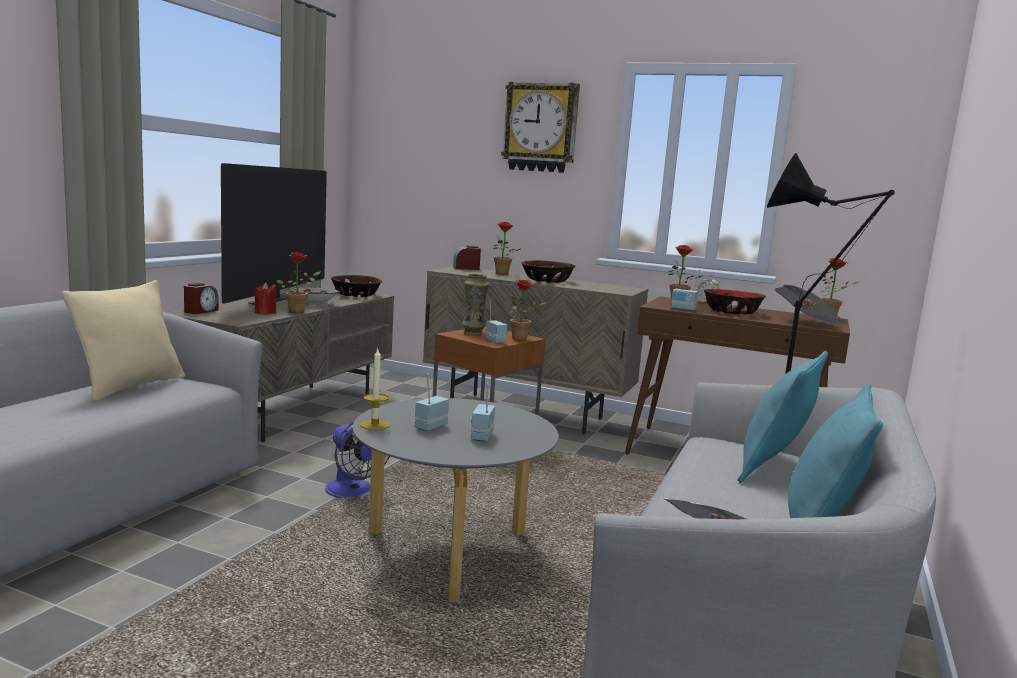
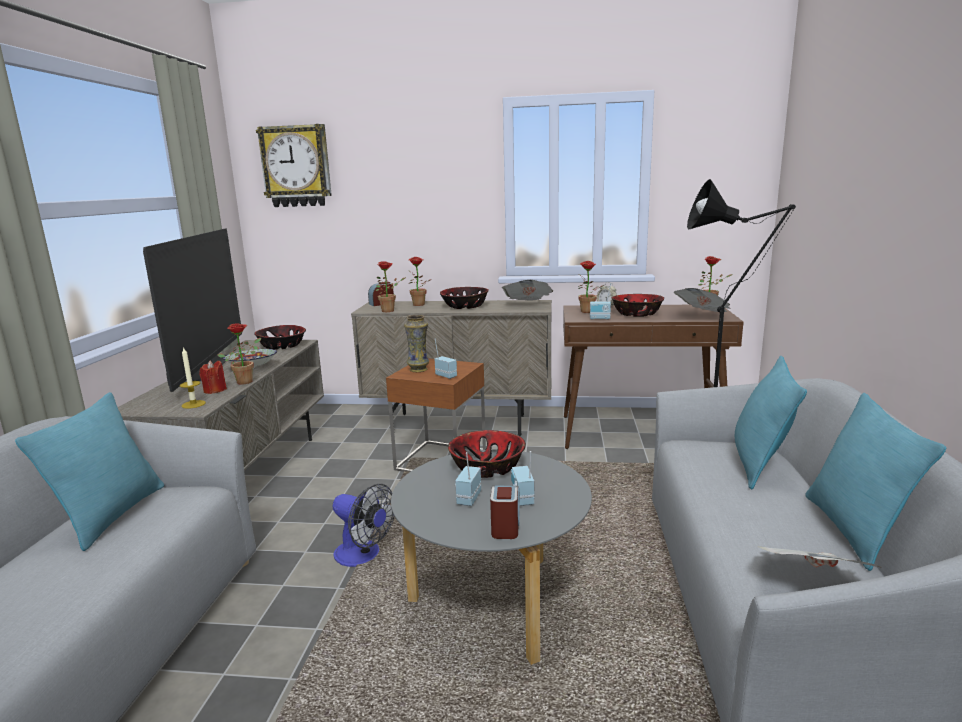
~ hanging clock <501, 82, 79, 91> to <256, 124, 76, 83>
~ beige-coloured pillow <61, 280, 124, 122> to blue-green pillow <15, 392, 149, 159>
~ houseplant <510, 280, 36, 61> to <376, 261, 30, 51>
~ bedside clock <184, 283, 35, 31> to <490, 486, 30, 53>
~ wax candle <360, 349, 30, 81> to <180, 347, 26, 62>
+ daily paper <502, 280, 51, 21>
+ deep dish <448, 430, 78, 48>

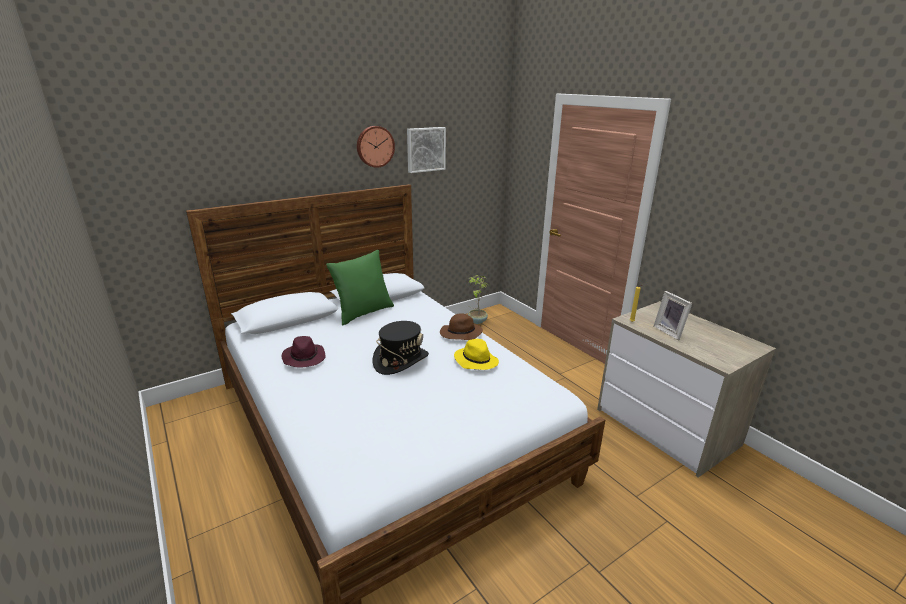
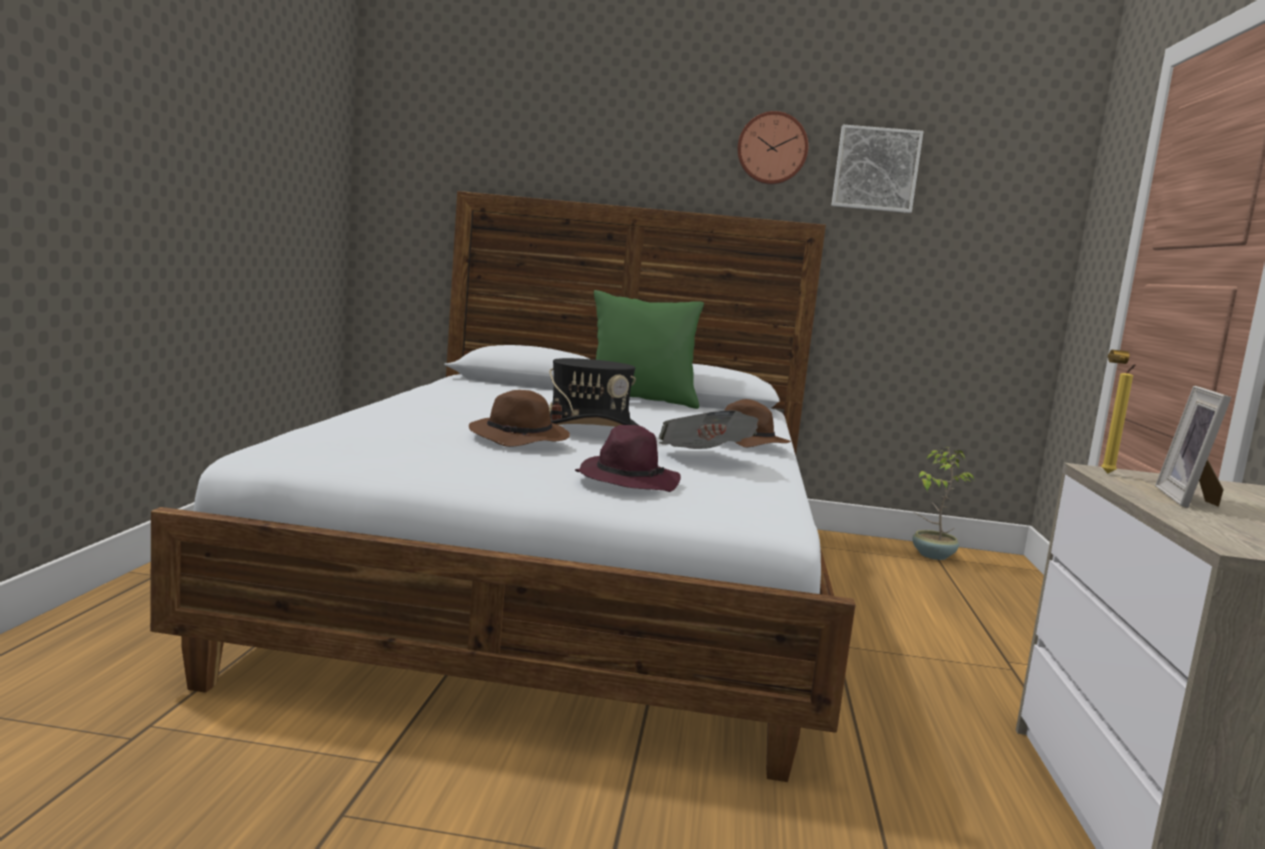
~ purplish hat <281, 336, 45, 31> to <575, 425, 106, 67>
~ yellow-coloured hat <454, 339, 45, 31> to daily paper <659, 410, 99, 39>
+ brownish hat <469, 390, 101, 57>

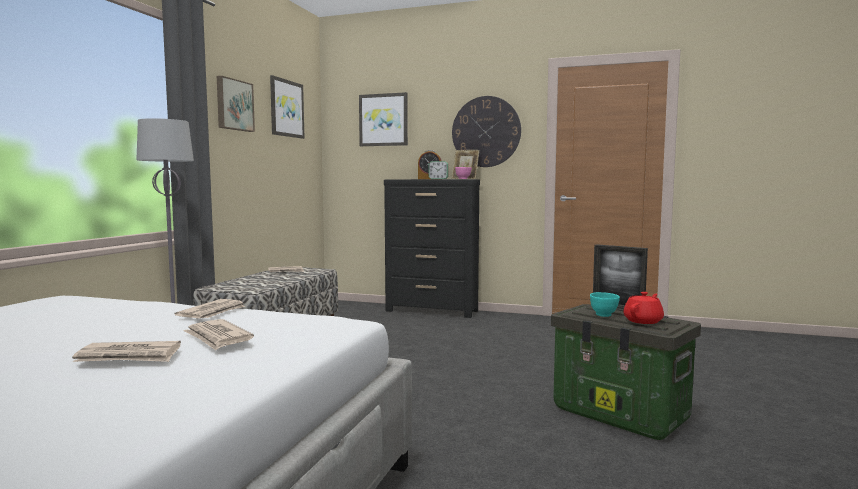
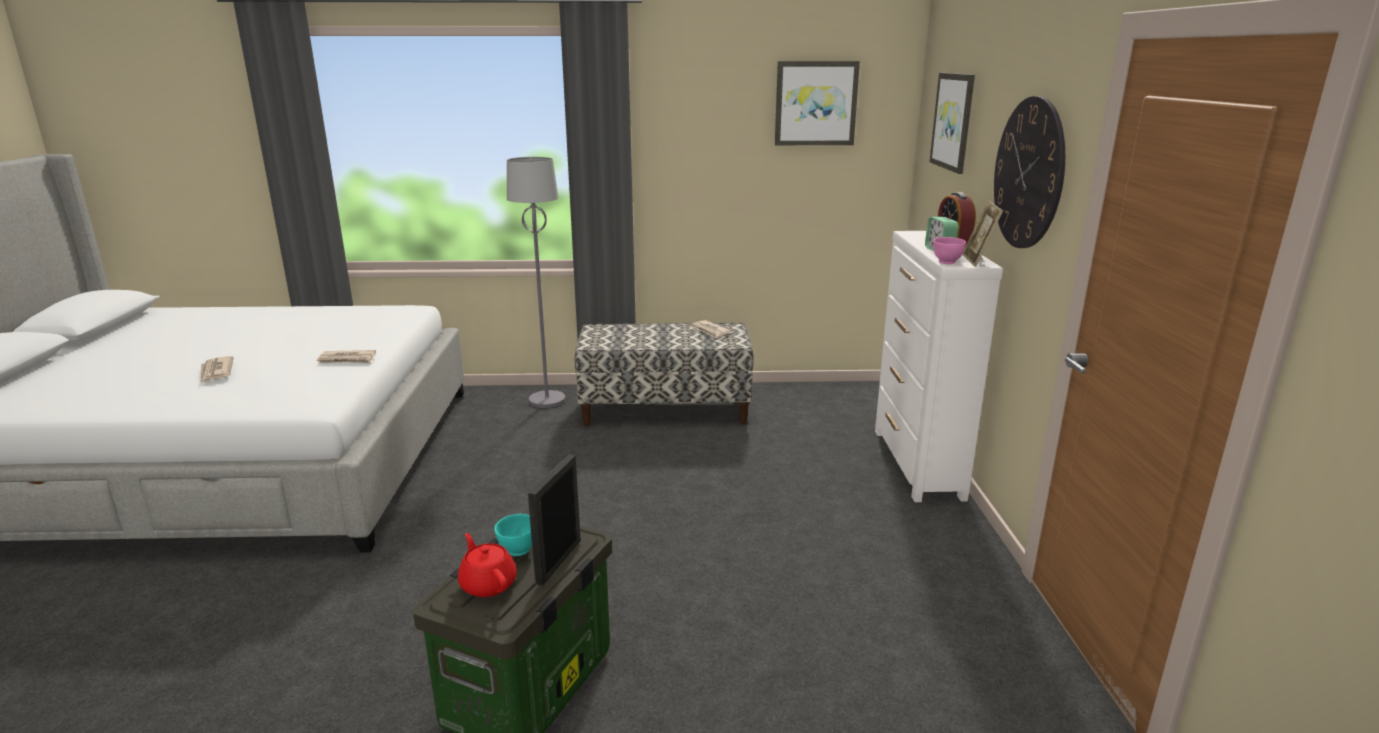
- wall art <217, 76, 38, 56>
~ black-coloured dresser <384, 179, 96, 139> to whitish dresser <875, 231, 128, 271>
~ reddish teapot <623, 292, 41, 32> = <458, 533, 59, 64> 150 degrees counterclockwise
- daily paper <183, 319, 71, 31>

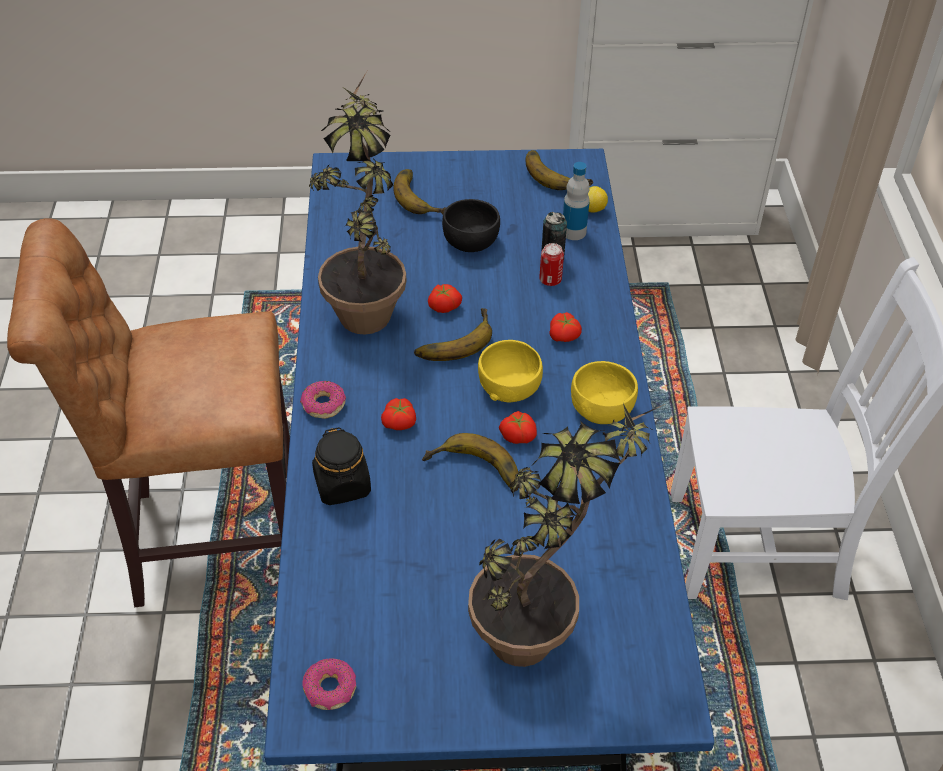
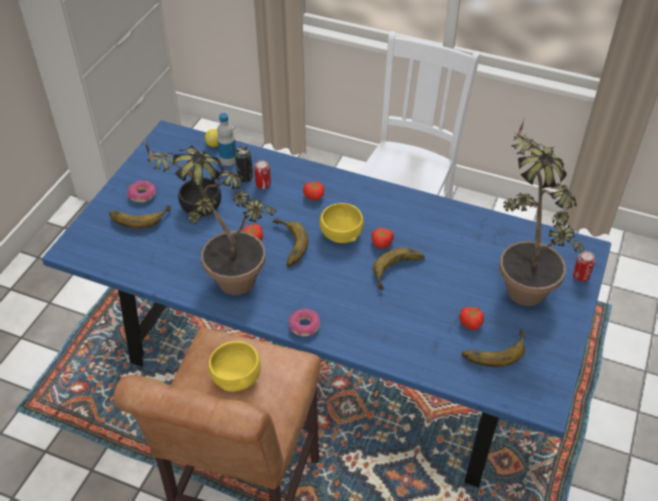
~ banana fruit <526, 150, 67, 40> to <462, 329, 63, 38>
~ yellow-coloured deep dish <571, 361, 67, 63> to <208, 341, 53, 51>
~ whole tomato <381, 398, 35, 32> to <459, 307, 25, 23>
- black-coloured preserve jar <312, 427, 59, 78>
~ doughnut <303, 659, 53, 51> to <128, 181, 28, 22>
+ metal can <573, 251, 22, 31>

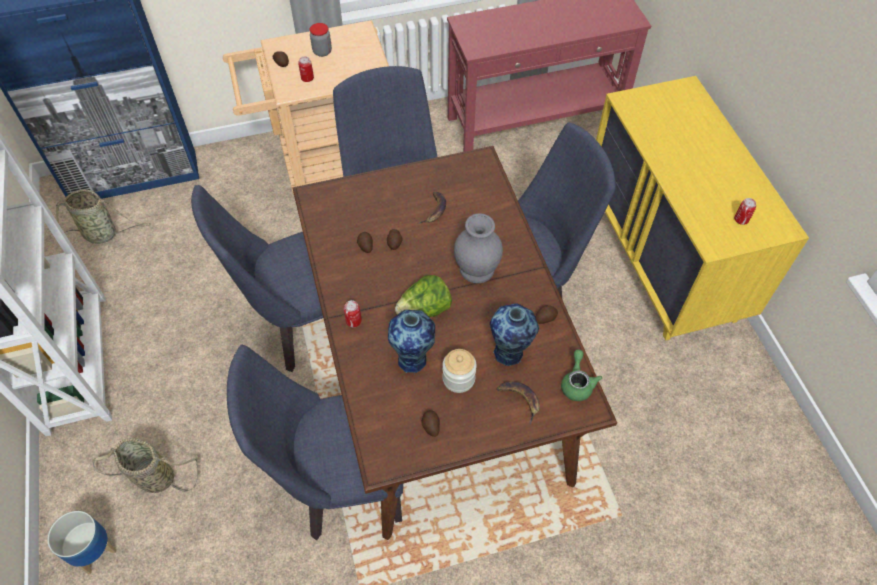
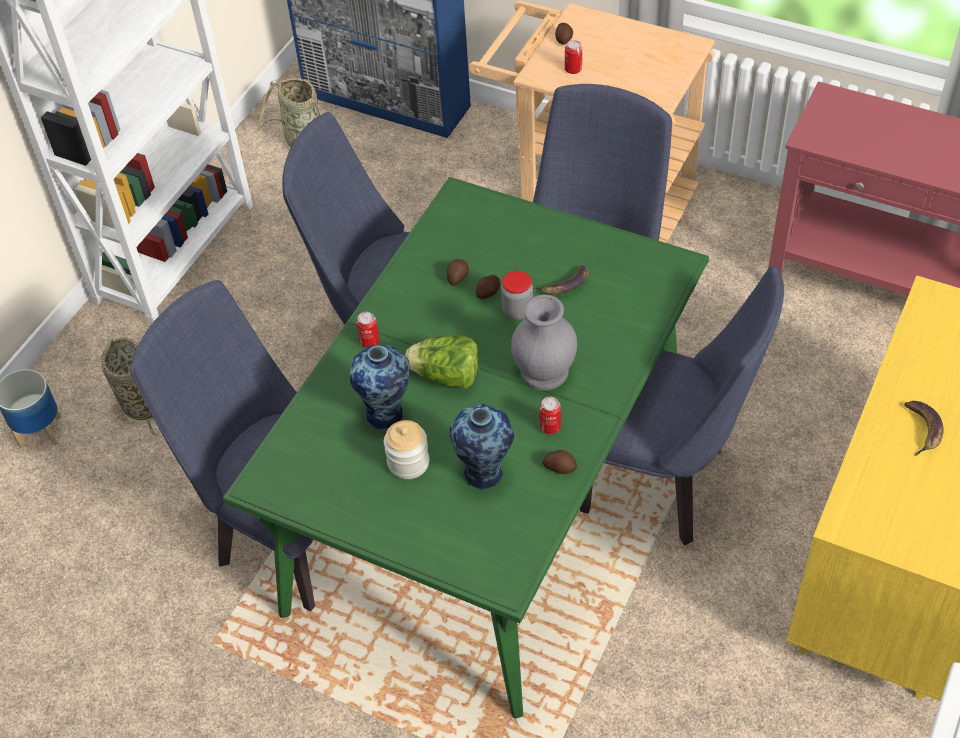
~ preserve jar <310, 23, 22, 34> to <501, 271, 32, 49>
~ brownish dinner table <292, 146, 325, 394> to green dinner table <222, 177, 487, 542>
~ metal can <734, 198, 22, 27> to <539, 397, 22, 37>
- green teapot <561, 349, 41, 52>
~ banana fruit <496, 381, 44, 43> to <904, 401, 40, 55>
- potato <421, 410, 19, 27>

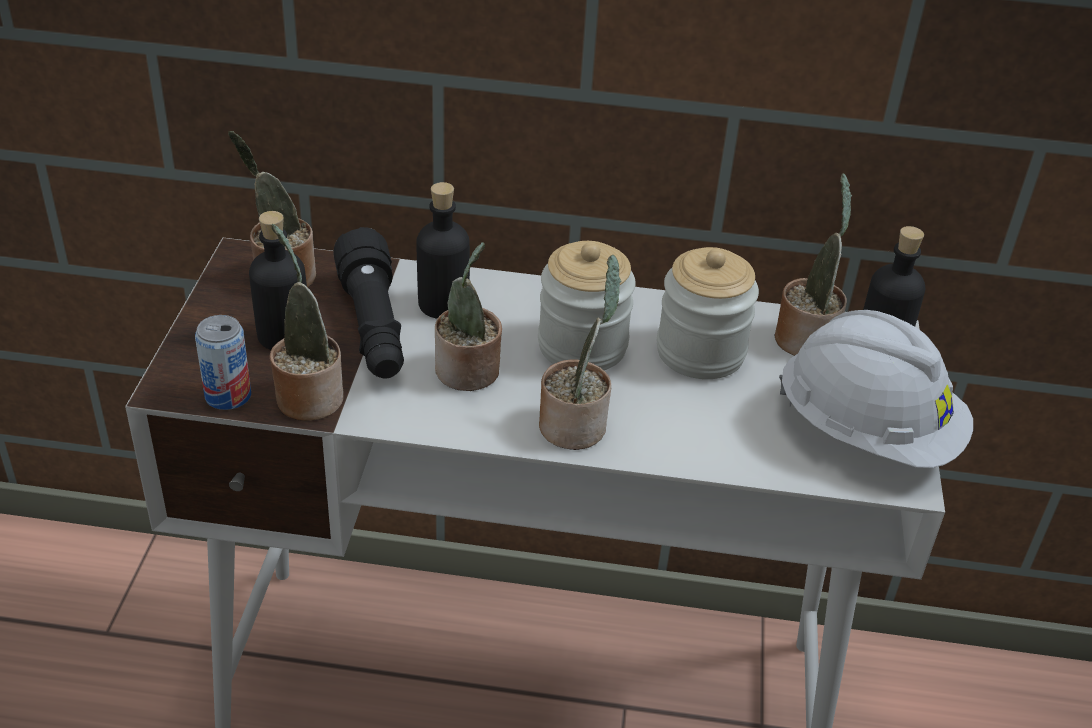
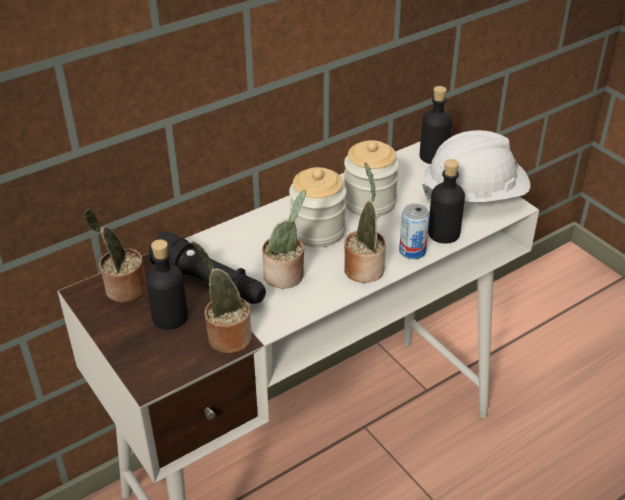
- houseplant <775, 173, 77, 183>
~ black-coloured bottle <417, 182, 53, 137> to <428, 159, 37, 85>
~ metal can <195, 315, 56, 95> to <399, 204, 31, 55>

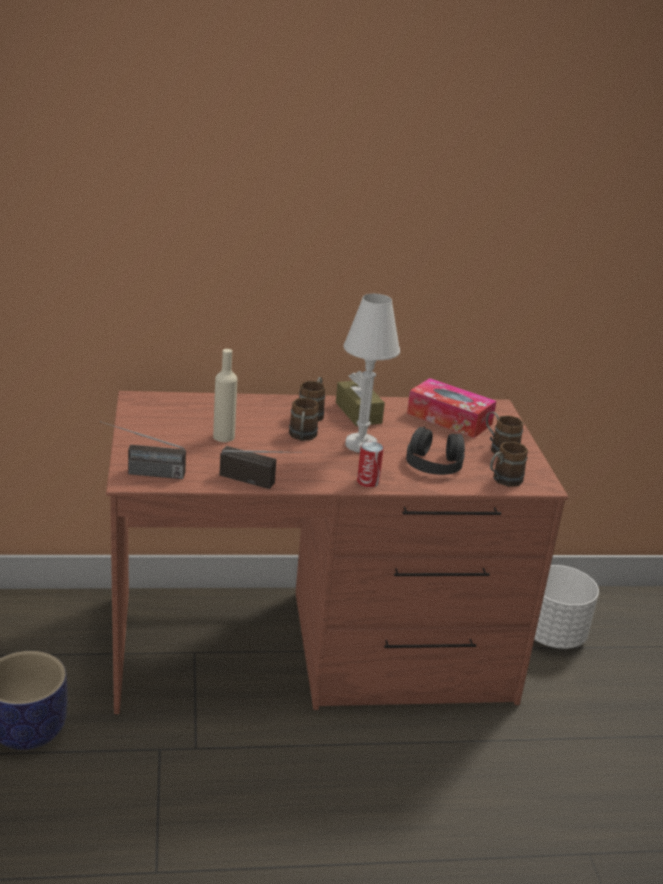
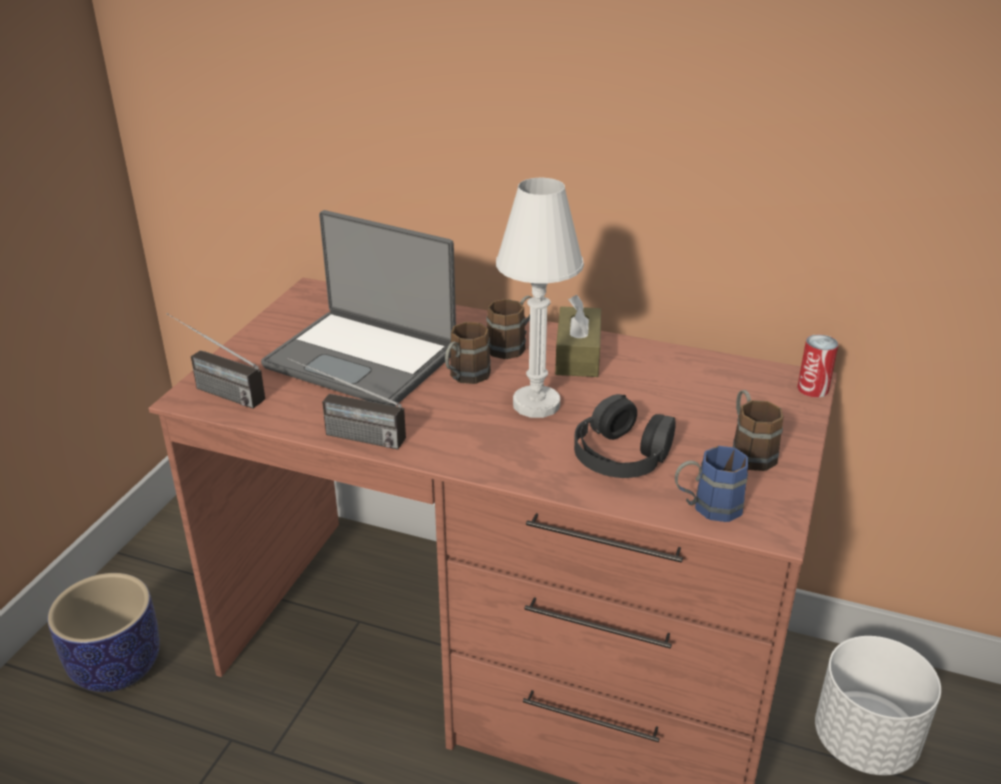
~ beige-coloured bottle <213, 349, 24, 93> to portable computer <261, 210, 195, 196>
- tissue box <407, 378, 89, 60>
~ metal can <357, 441, 27, 46> to <797, 334, 42, 63>
~ brownish coffee mug <490, 442, 38, 45> to bluish coffee mug <675, 446, 73, 76>
~ radio receiver <220, 446, 82, 43> = <288, 358, 118, 92> 150 degrees clockwise

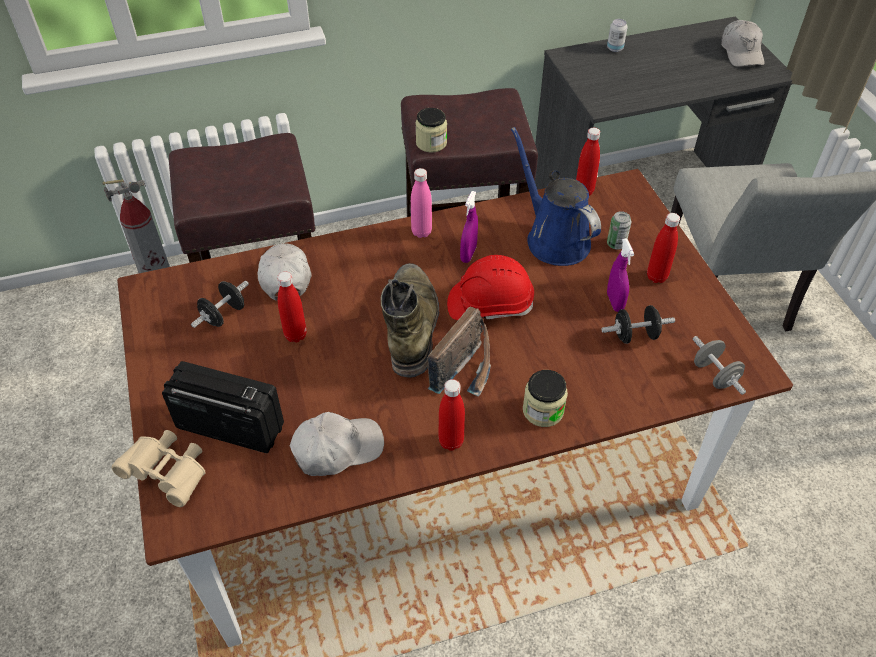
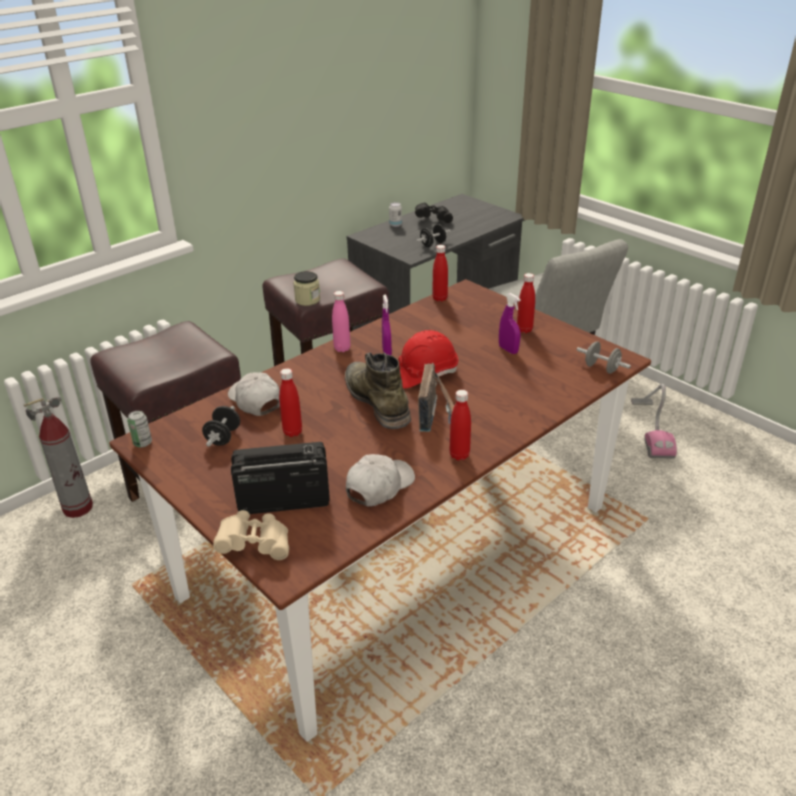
- whitish peaked cap <721, 20, 44, 47>
- bluish watering pot <511, 127, 90, 139>
~ metal can <607, 211, 24, 39> to <127, 411, 25, 36>
~ black-coloured dumbbell <601, 305, 74, 39> to <416, 224, 35, 23>
- preserve jar <523, 370, 45, 57>
+ black-coloured pair of binoculars <415, 203, 38, 20>
+ vacuum cleaner <631, 384, 46, 74>

